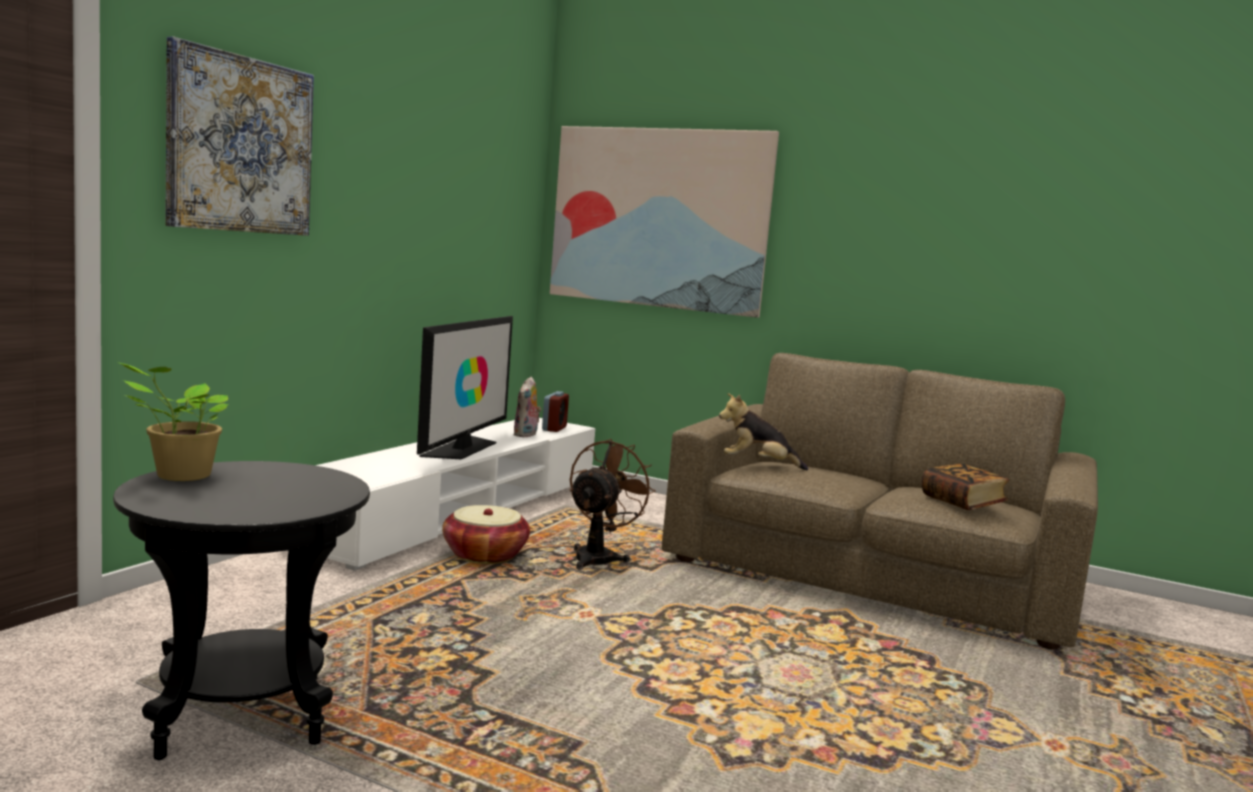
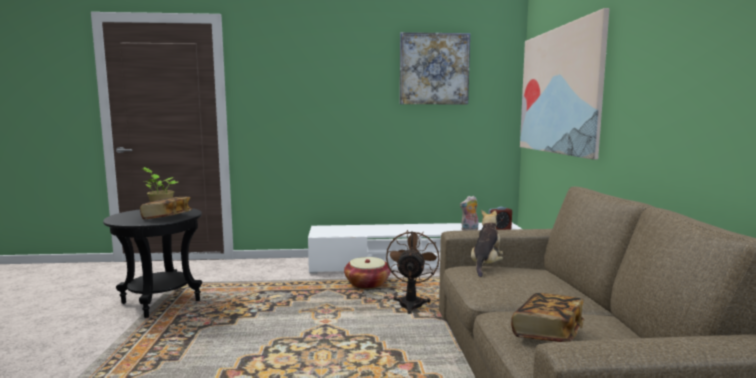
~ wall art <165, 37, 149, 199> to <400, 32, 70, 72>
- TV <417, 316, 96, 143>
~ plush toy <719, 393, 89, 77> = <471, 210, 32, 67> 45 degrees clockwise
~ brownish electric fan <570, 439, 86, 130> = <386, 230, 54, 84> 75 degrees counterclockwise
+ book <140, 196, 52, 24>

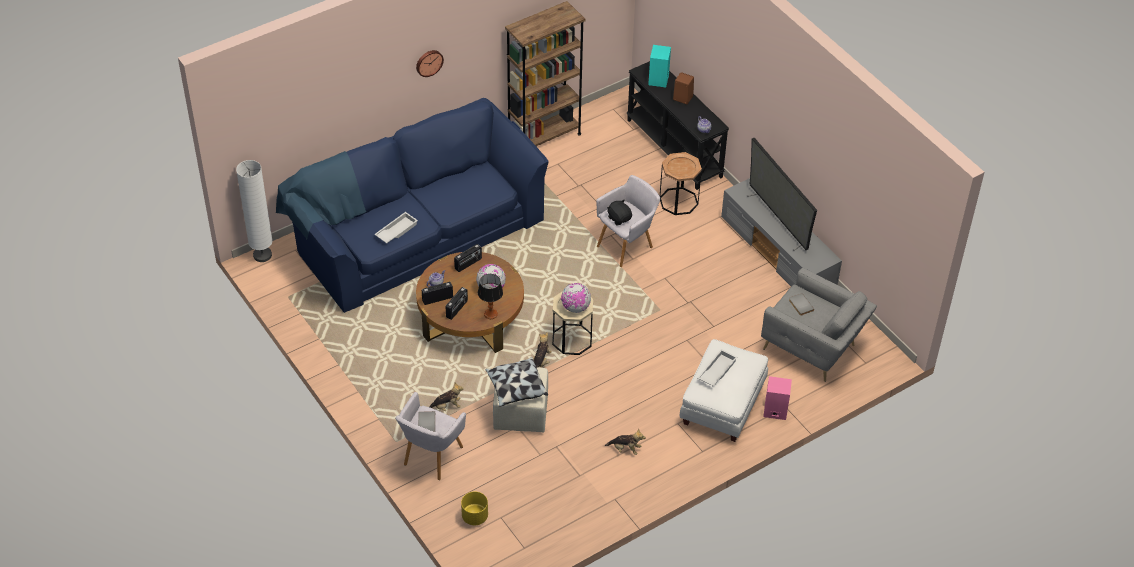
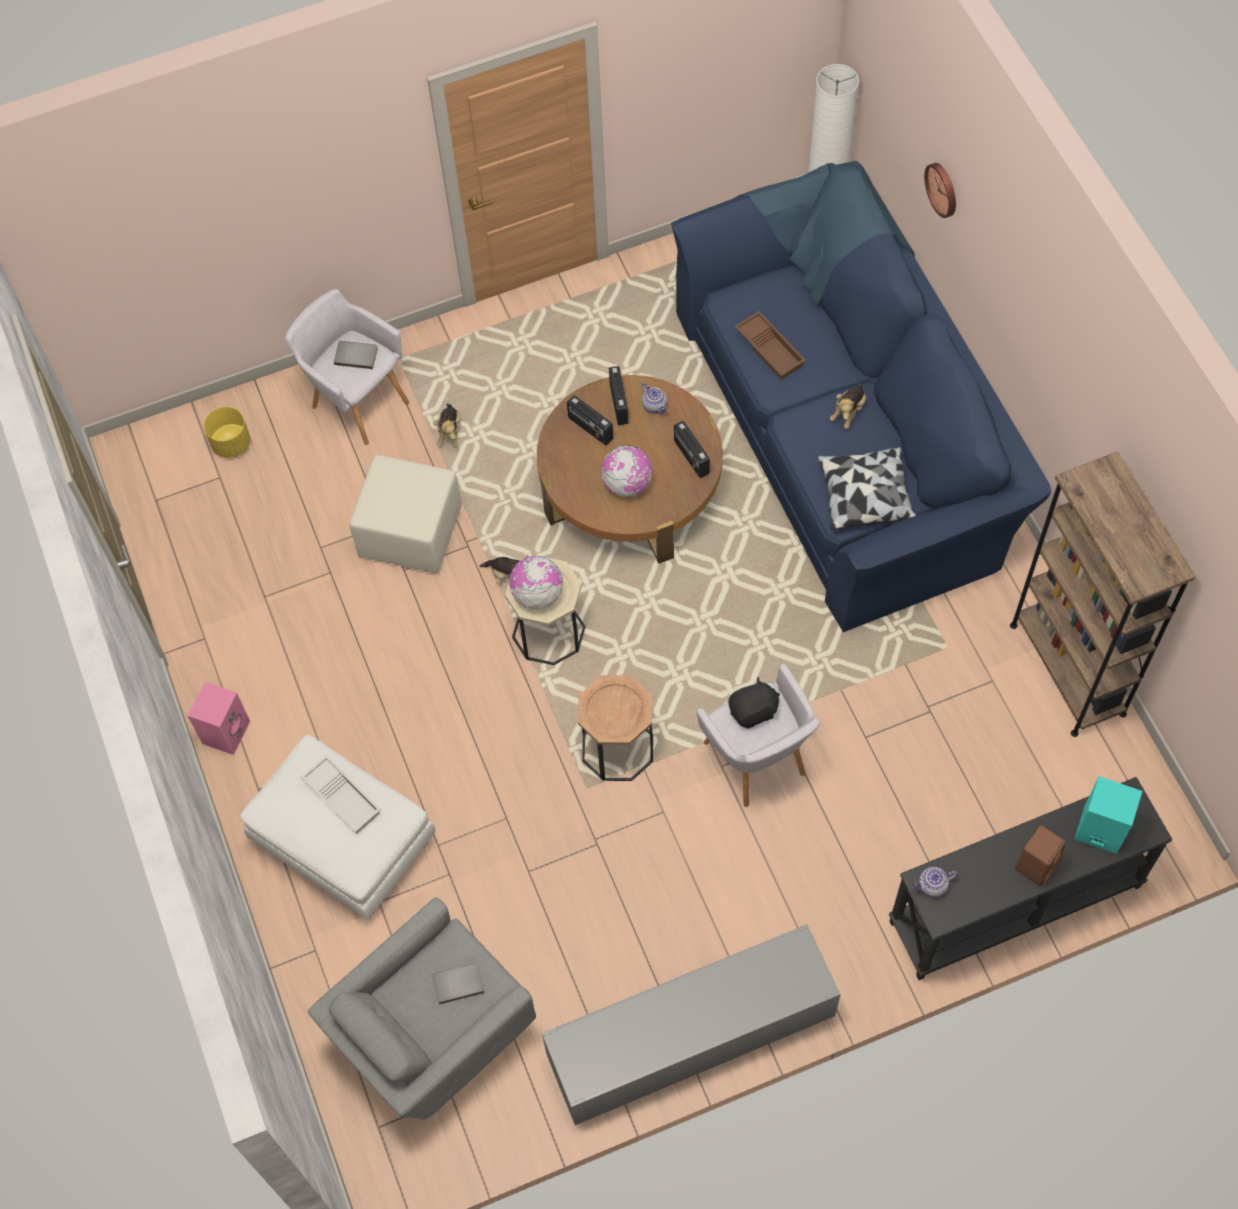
~ hanging clock <416, 50, 28, 27> to <924, 163, 32, 55>
- TV <747, 138, 70, 113>
~ brownish end table <660, 152, 42, 63> to <578, 675, 75, 106>
~ whitish serving tray <374, 212, 44, 31> to brownish serving tray <735, 311, 71, 69>
- tabletop lamp <478, 274, 25, 45>
~ pillow <485, 357, 63, 50> to <817, 447, 100, 83>
~ pink-coloured audio speaker <763, 376, 29, 44> to <188, 682, 62, 73>
~ plush toy <605, 429, 41, 26> to <830, 383, 36, 46>

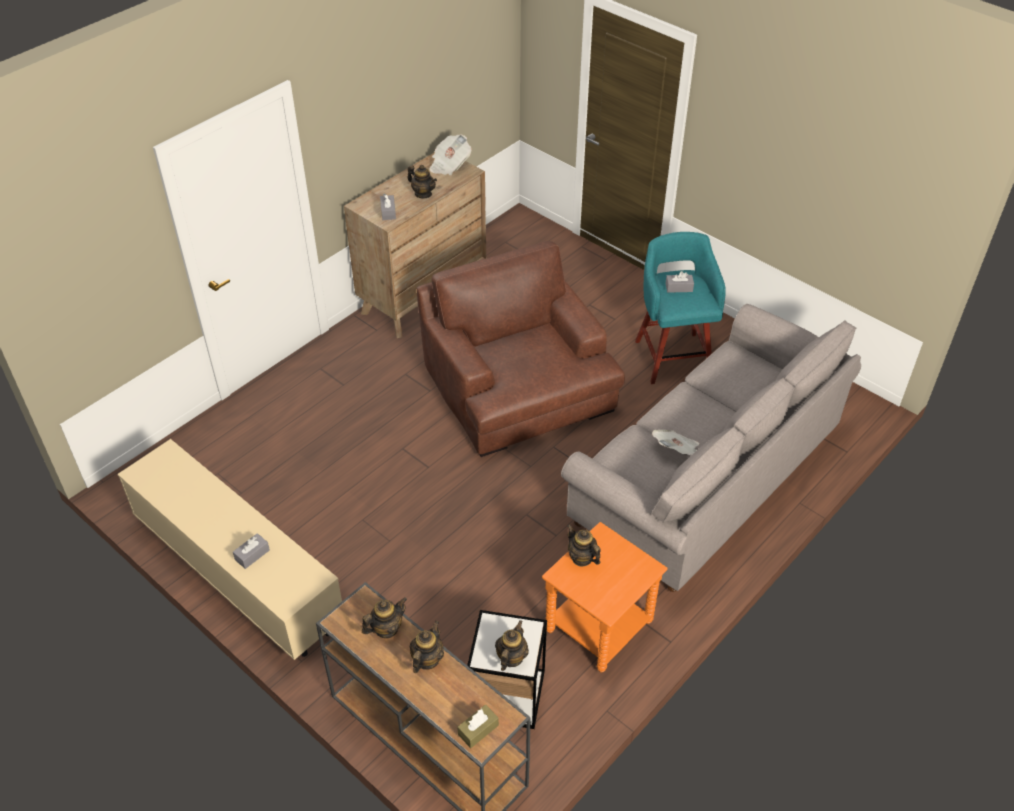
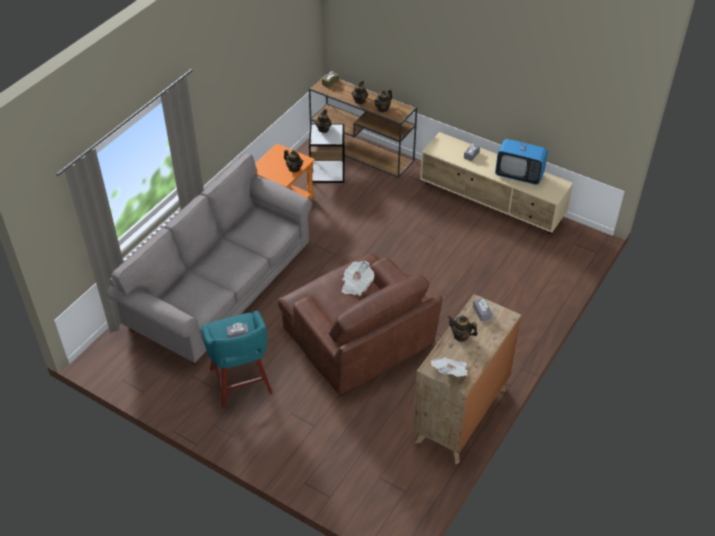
~ daily paper <652, 430, 47, 25> to <342, 261, 32, 35>
+ TV <495, 129, 53, 56>

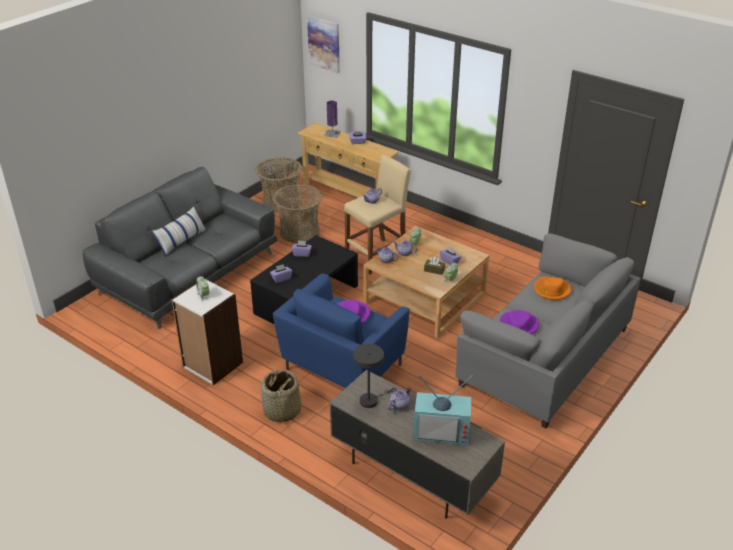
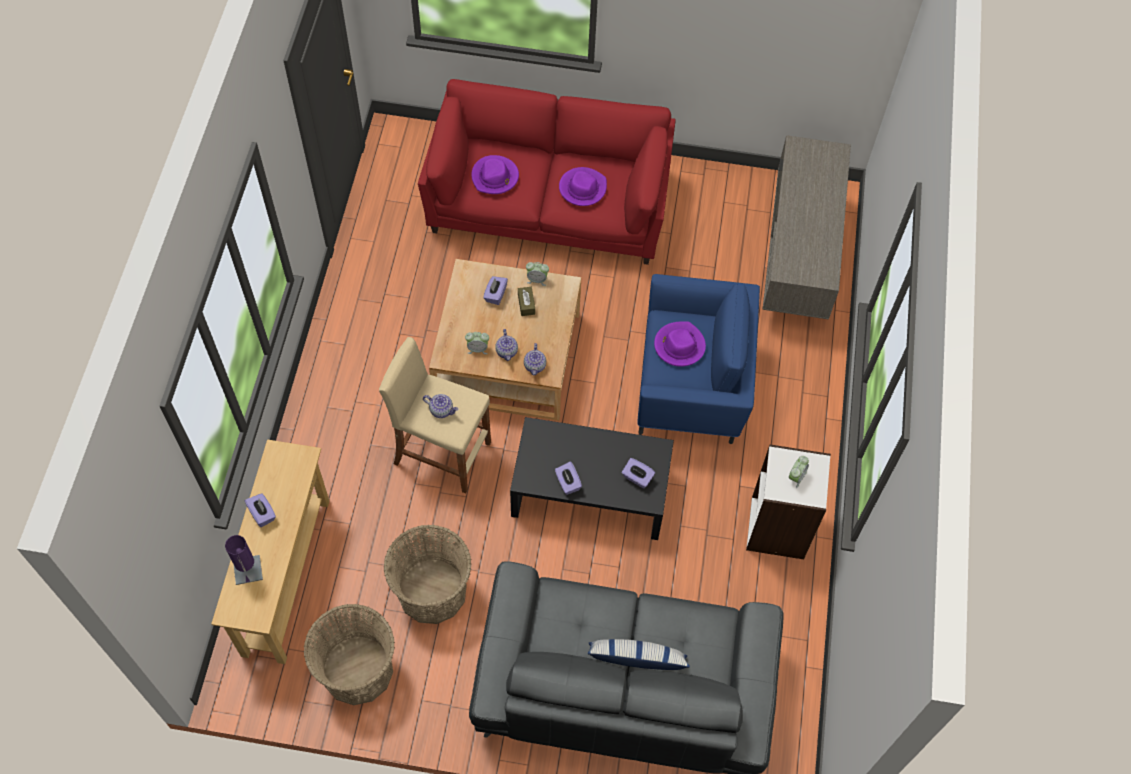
- wall art <307, 16, 33, 58>
~ greyish sofa <455, 233, 186, 195> to reddish sofa <418, 79, 258, 186>
~ orange hat <534, 277, 38, 23> to purplish hat <471, 155, 48, 39>
- greyish tabletop lamp <354, 344, 43, 64>
- basket <261, 369, 40, 54>
- TV <413, 374, 60, 72>
- teapot <388, 387, 23, 23>

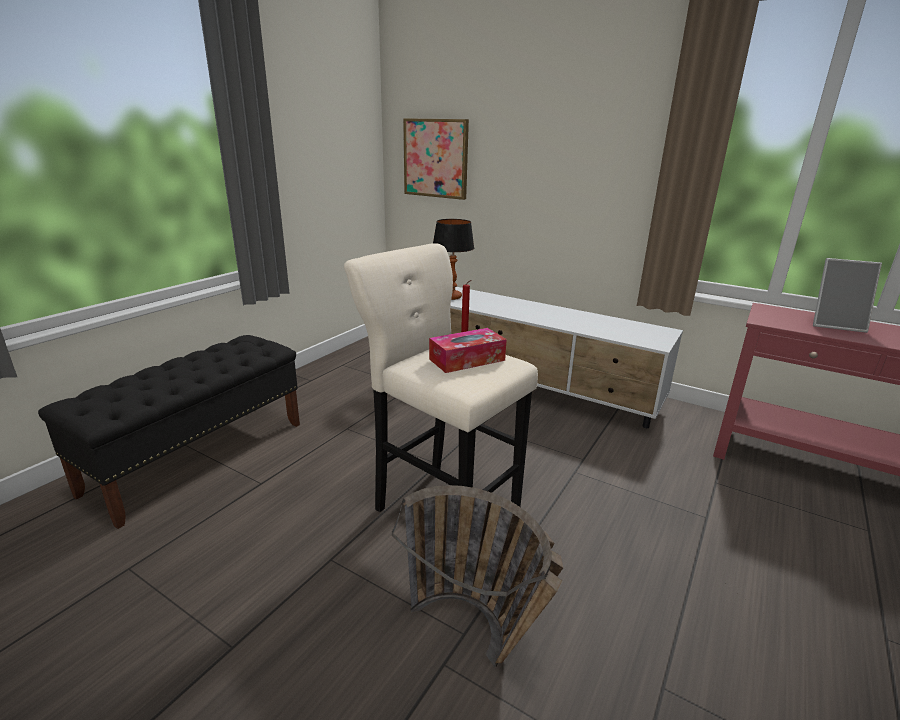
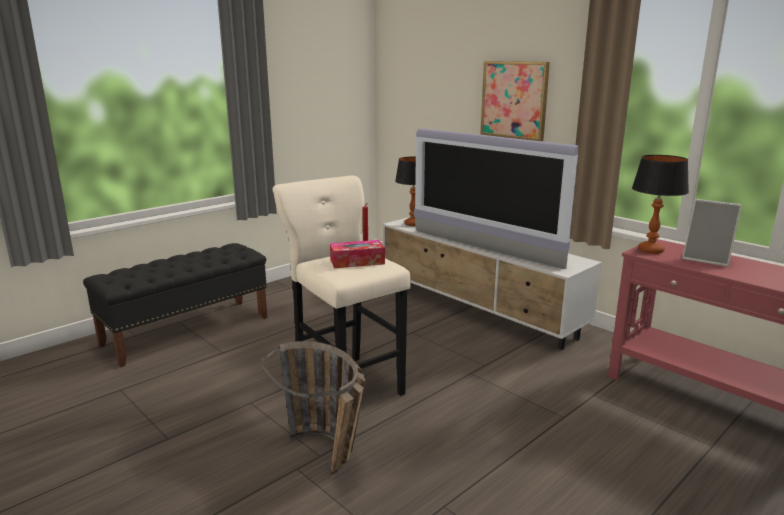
~ wall art <403, 118, 66, 82> to <480, 61, 70, 80>
+ TV <414, 128, 165, 141>
+ tabletop lamp <632, 155, 57, 99>

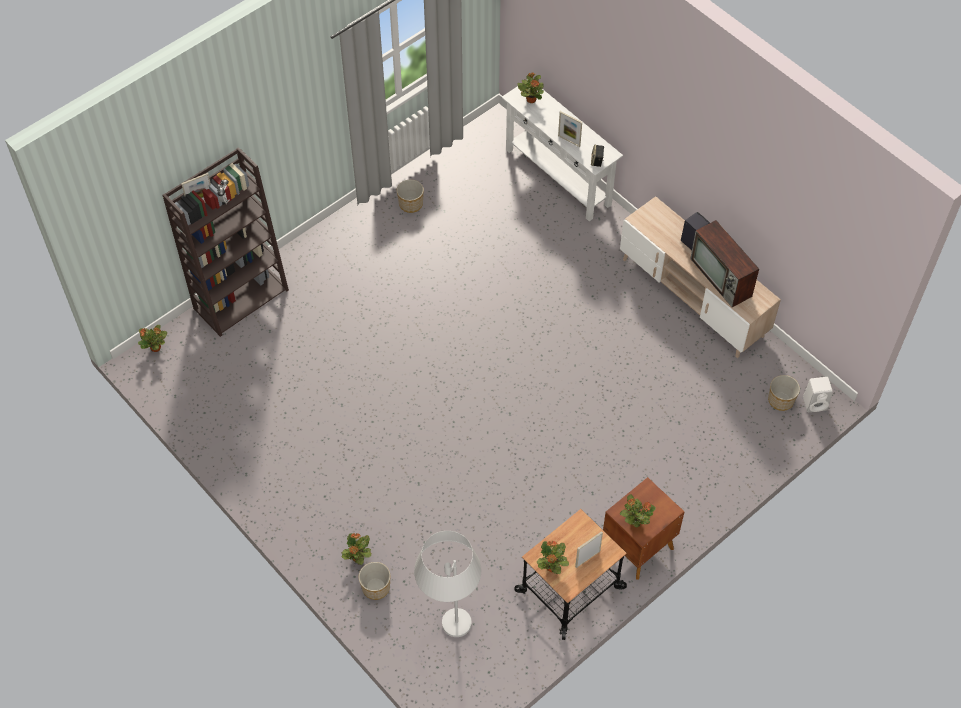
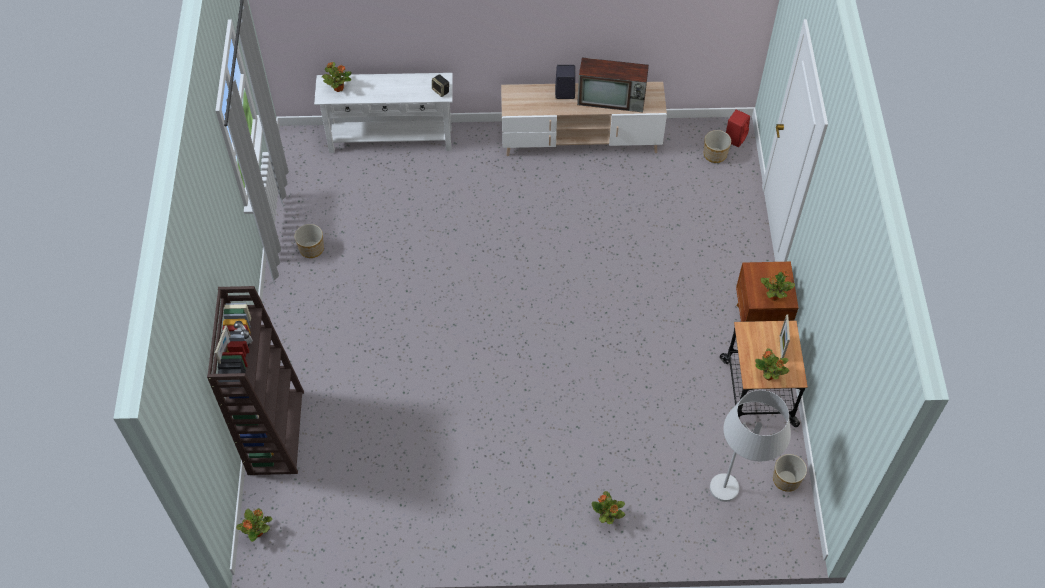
- standing frame <558, 111, 24, 36>
~ whitish audio speaker <803, 377, 30, 35> to reddish audio speaker <726, 110, 24, 37>
~ flower pot <359, 562, 31, 38> to <773, 454, 34, 38>

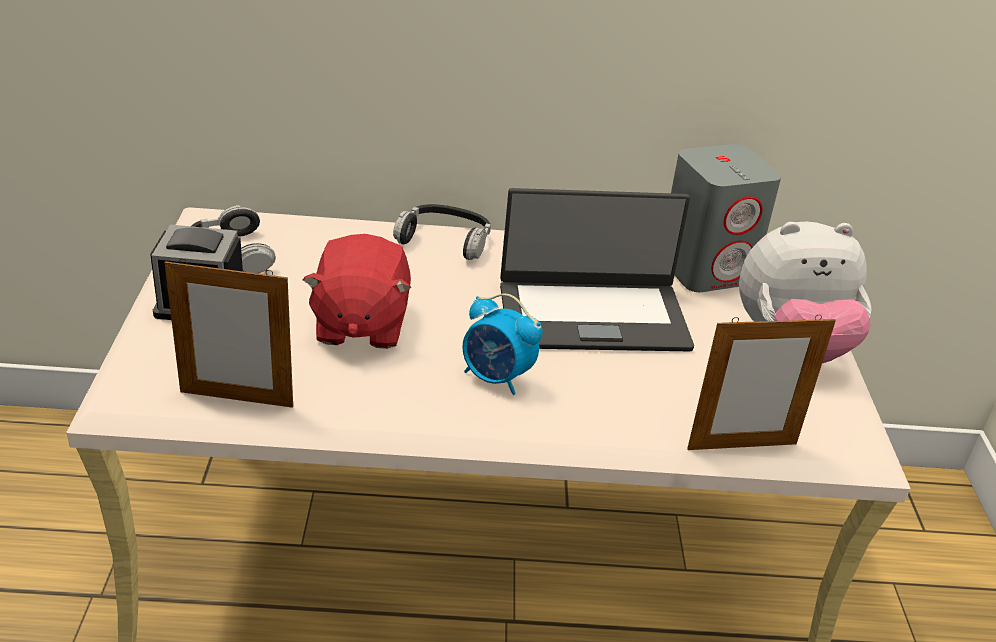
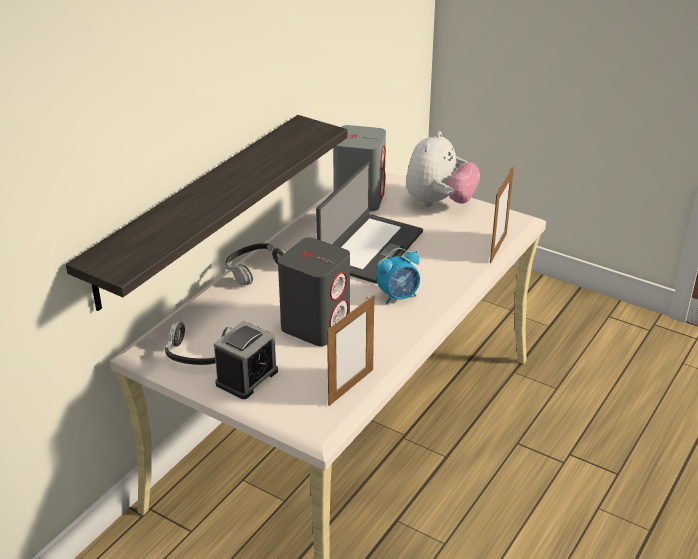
~ reddish plush toy <303, 234, 108, 115> to greyish audio speaker <278, 237, 72, 109>
+ shelf <66, 115, 282, 196>

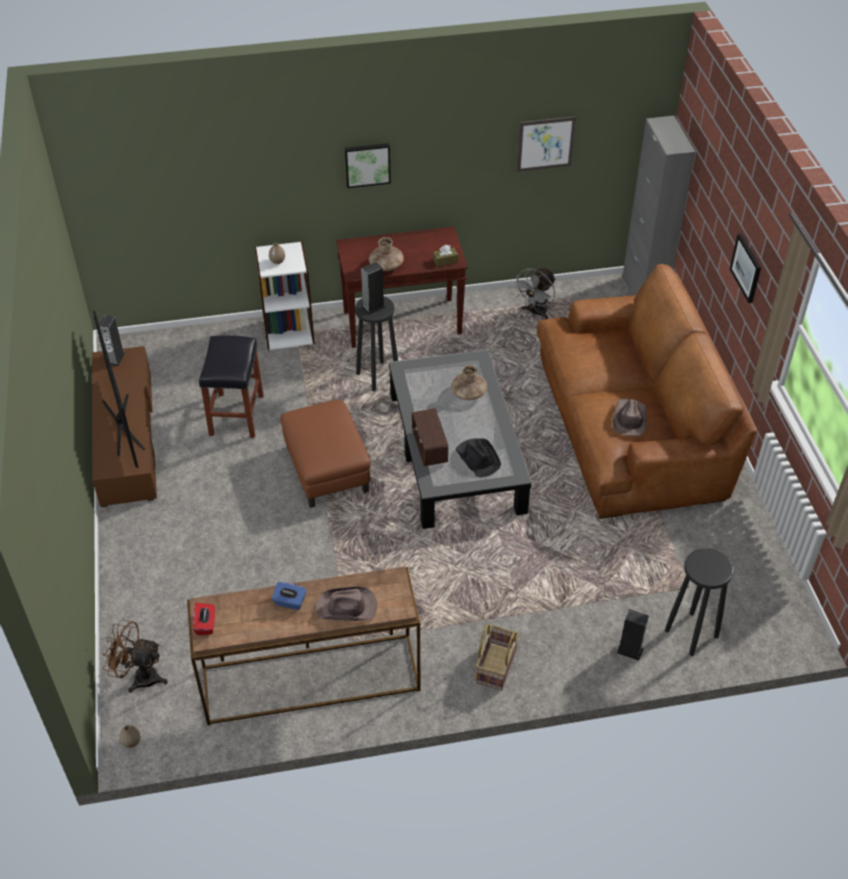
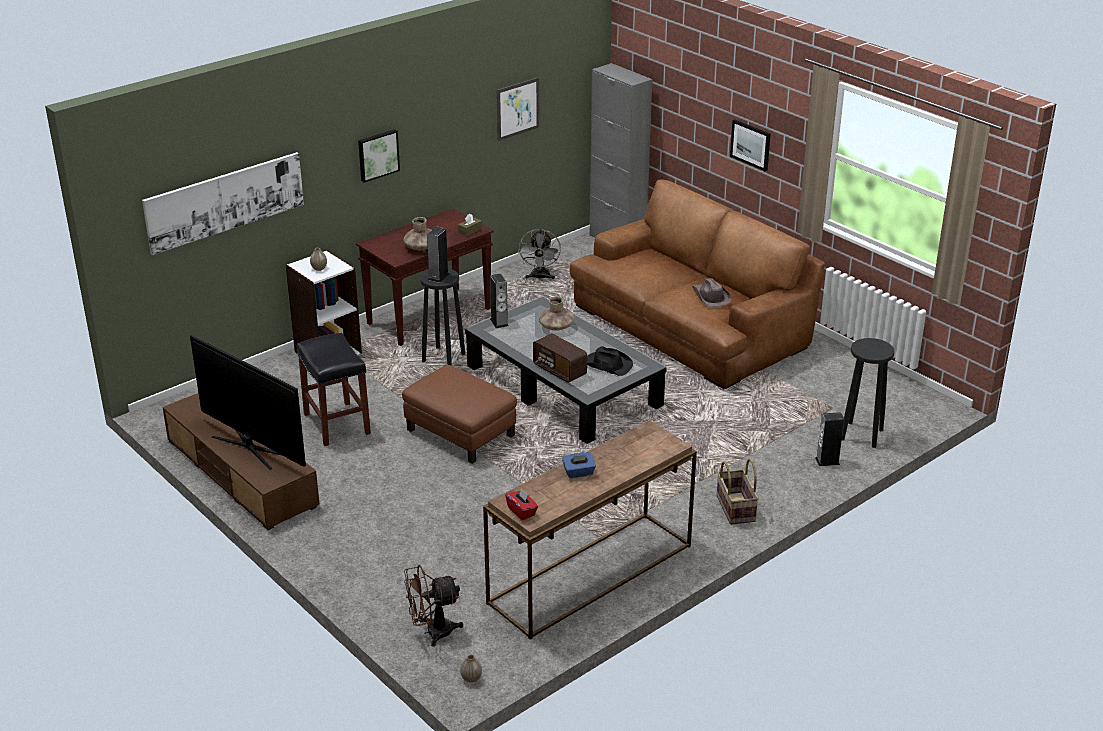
~ audio speaker <99, 315, 26, 52> to <490, 274, 19, 54>
- brownish hat <316, 586, 61, 35>
+ wall art <142, 152, 162, 103>

